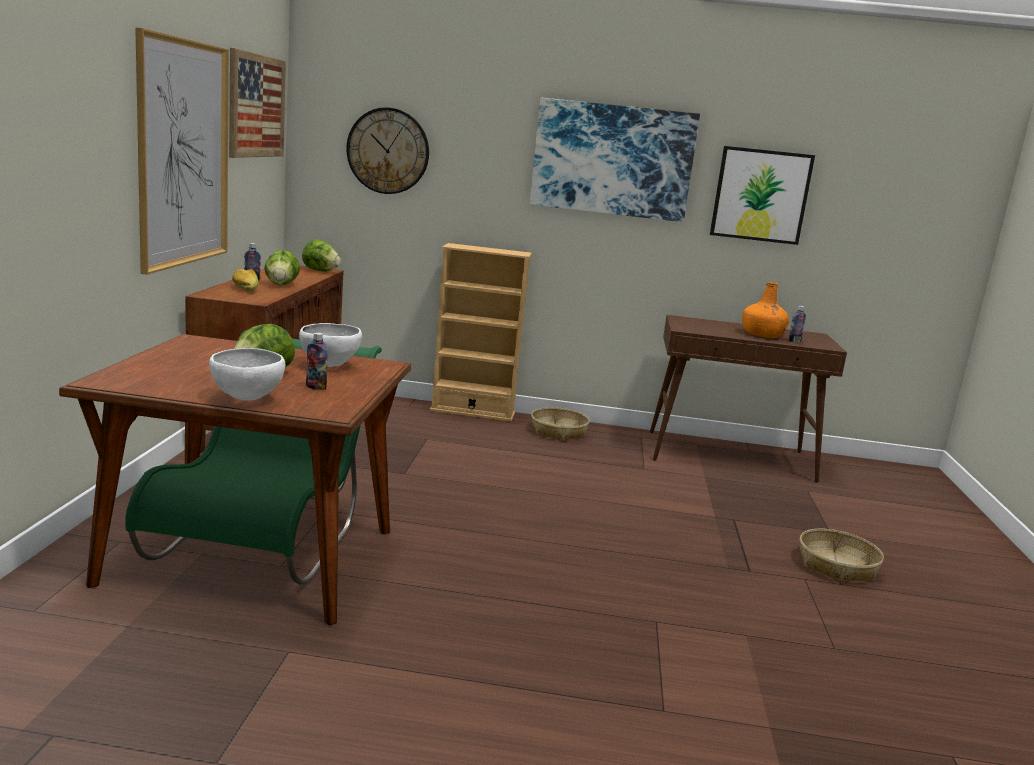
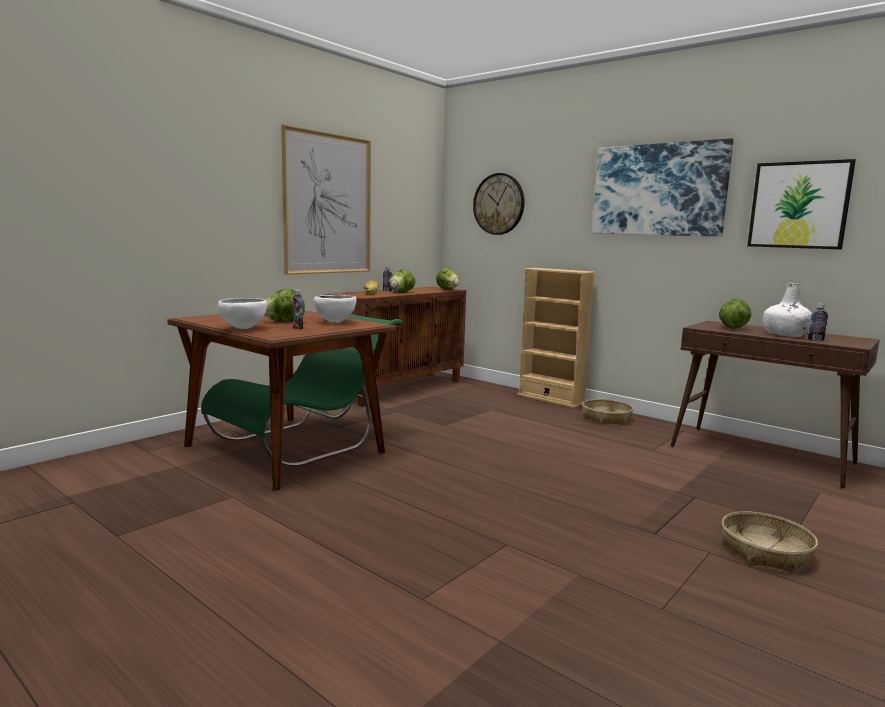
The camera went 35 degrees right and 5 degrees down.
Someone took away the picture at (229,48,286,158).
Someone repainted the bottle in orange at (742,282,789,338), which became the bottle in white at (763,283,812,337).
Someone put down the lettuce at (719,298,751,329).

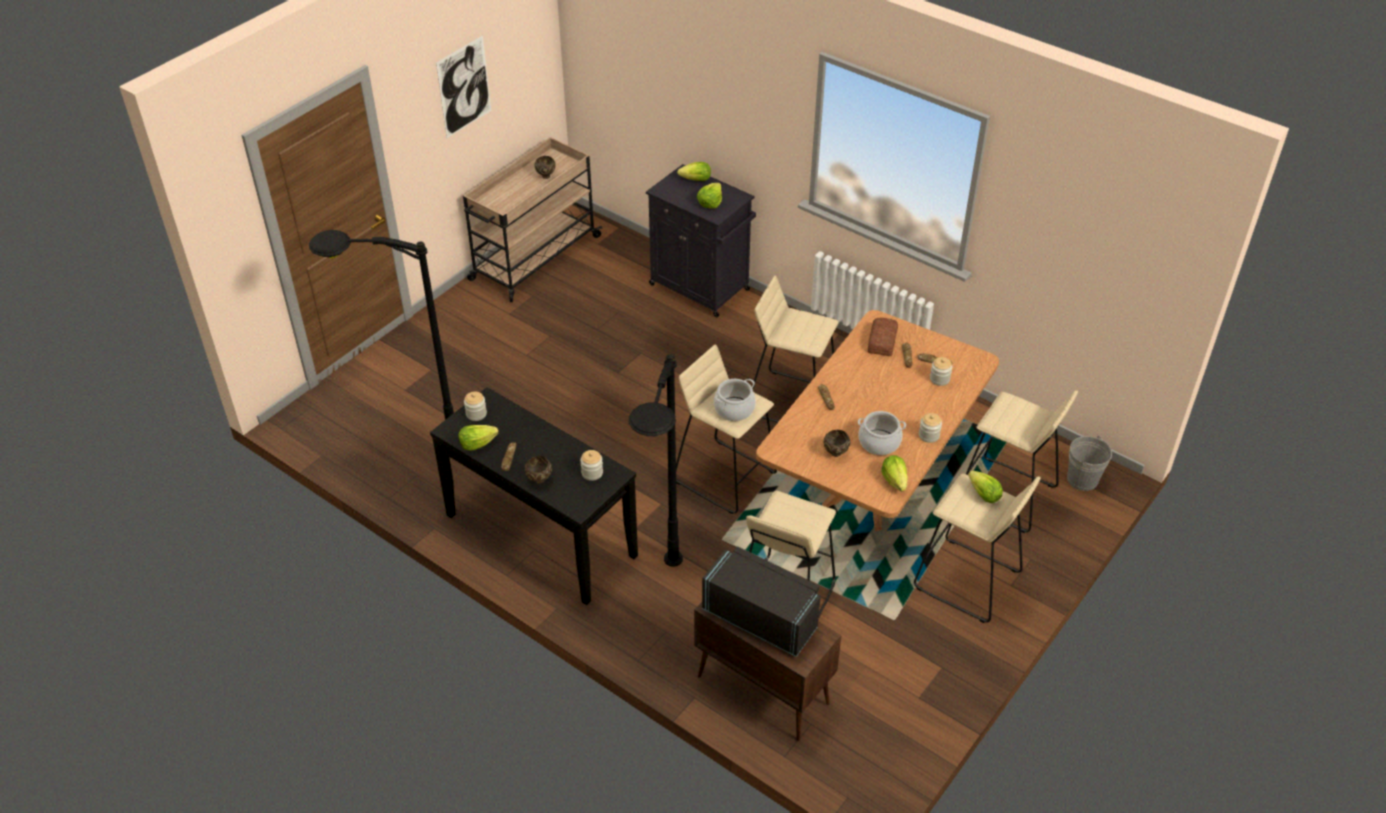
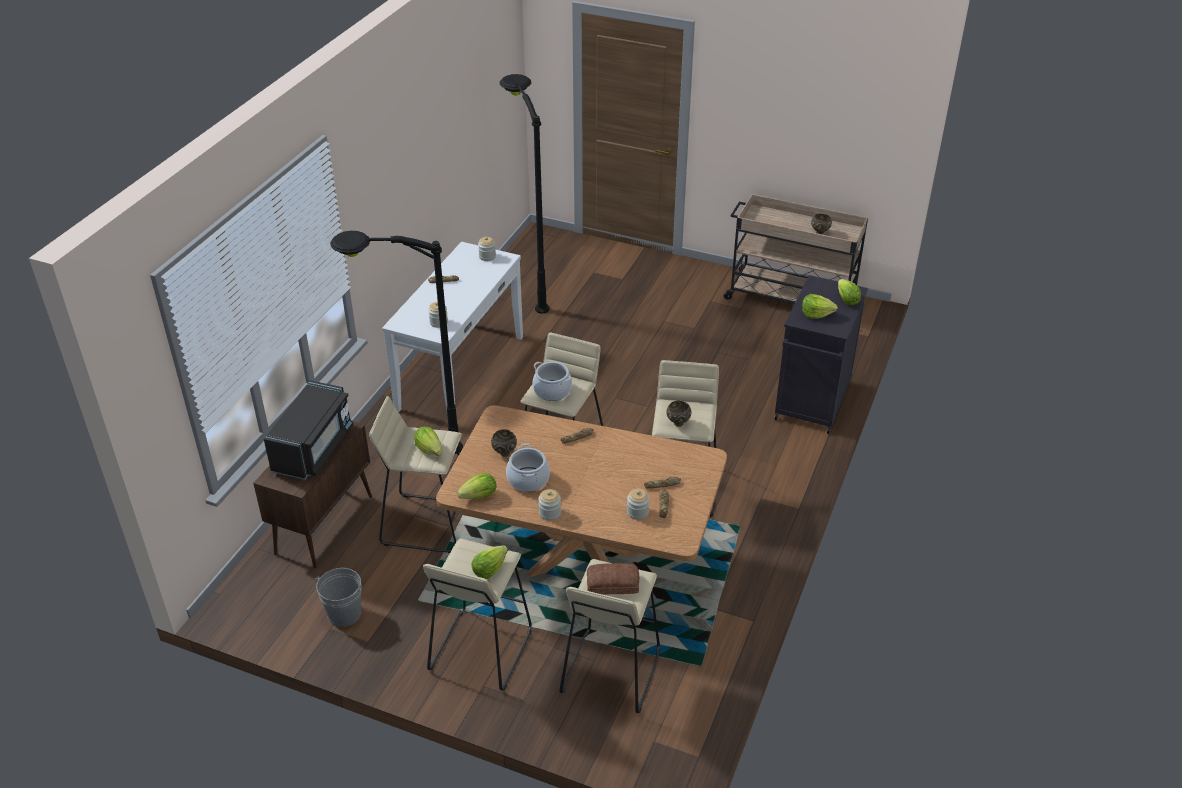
The camera went 75 degrees right and 5 degrees down.
Someone repainted the console table in black at (430,387,638,605), which became the console table in white at (382,242,523,412).
Someone took away the picture at (436,35,491,138).
Someone carried the lettuce from (458,425,499,451) to (414,427,442,456).
Someone carried the bowl in brown from (525,456,552,484) to (666,401,691,427).
Someone carried the bread from (868,318,898,356) to (587,563,640,595).
Someone carried the bucket in grey from (1067,436,1112,491) to (315,568,362,627).

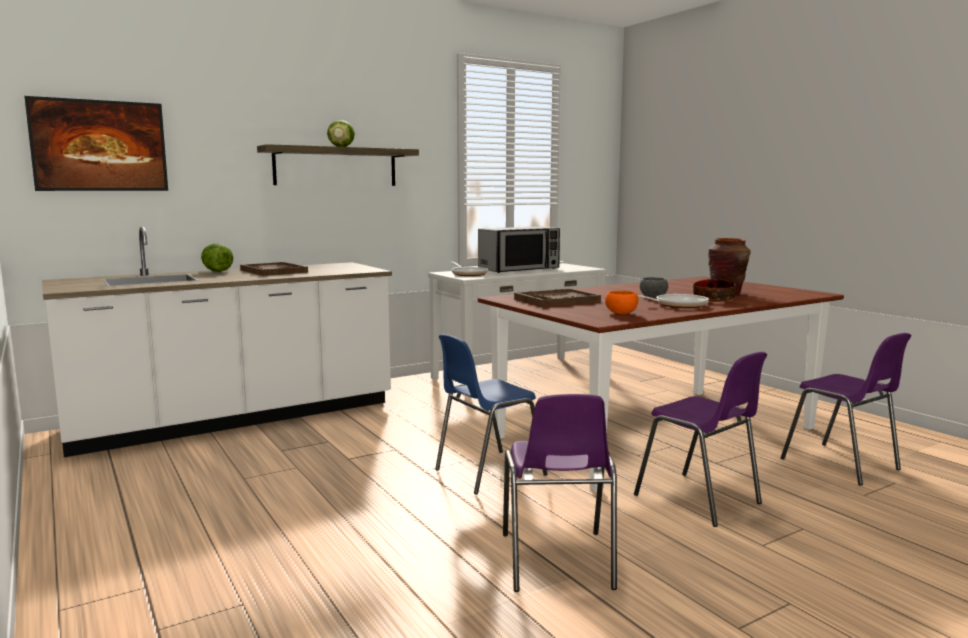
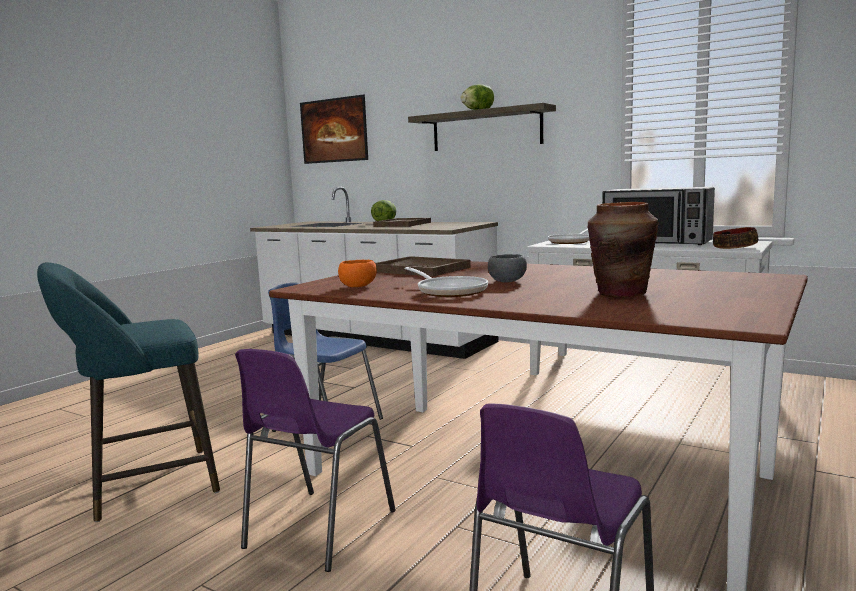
The camera went 65 degrees right and 0 degrees up.
Someone swapped the chair in purple at (503,394,617,592) for the stool in turquoise at (37,262,220,522).
Someone carried the bowl from (693,279,736,302) to (713,227,758,249).

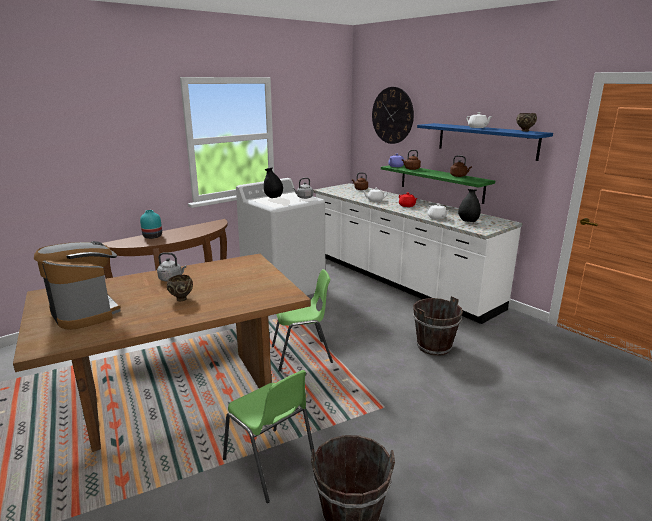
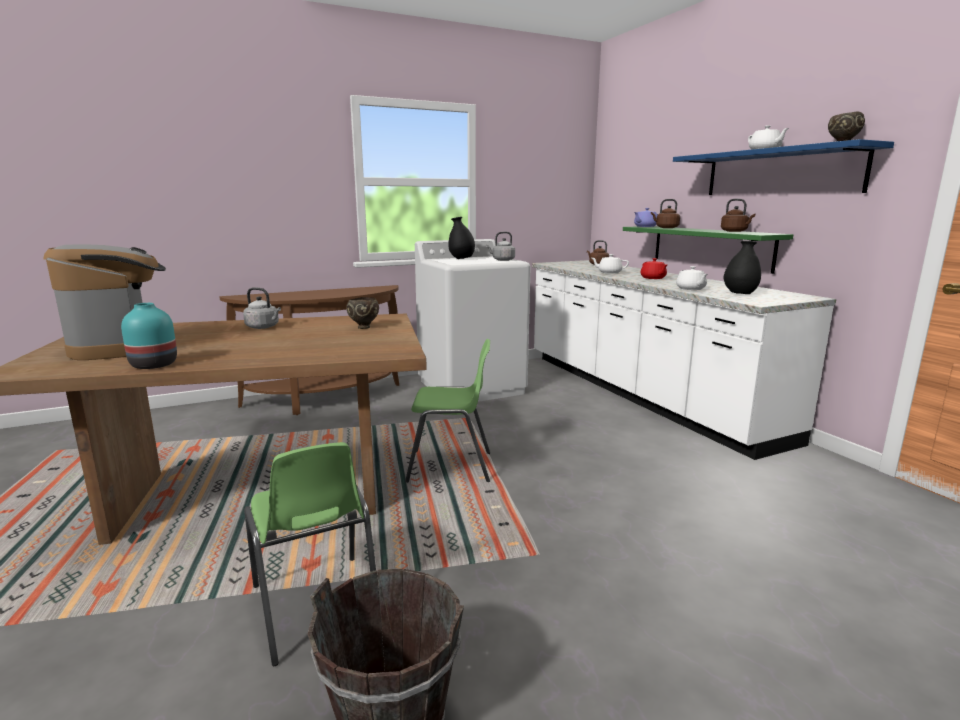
The camera went 15 degrees right and 5 degrees down.
Someone carried the vase in turquoise from (140,210,162,239) to (121,303,177,369).
Someone carried the bowl in brown from (167,275,193,301) to (346,297,379,329).
Someone took away the wall clock at (372,87,414,144).
Someone took away the bucket in brown at (413,296,463,356).

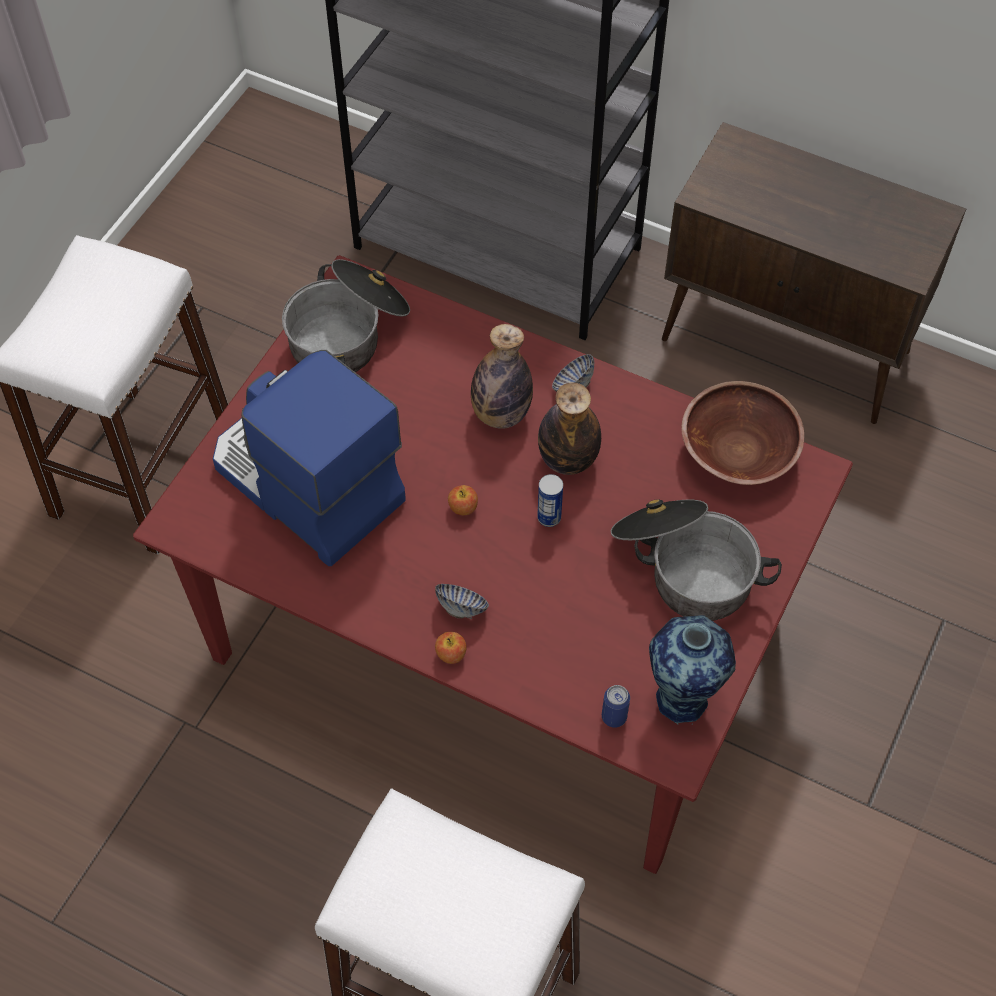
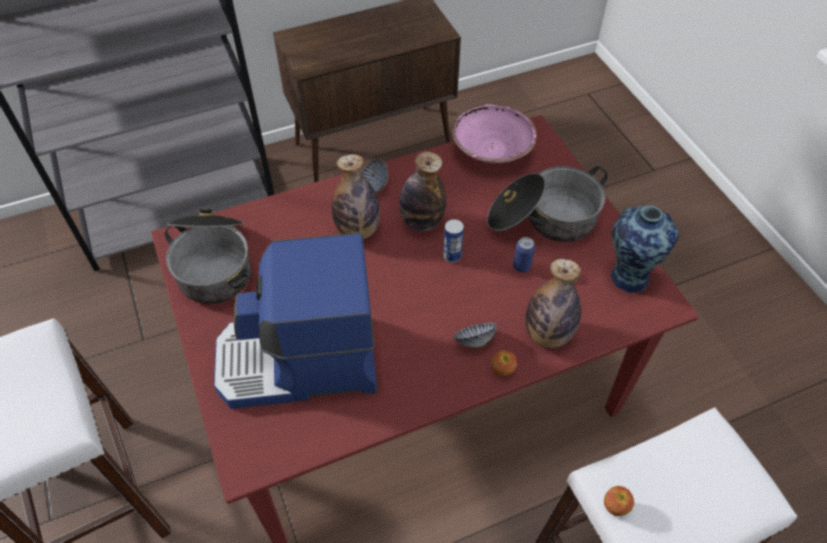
The camera went 50 degrees left and 5 degrees down.
Someone carried the apple from (448,485,478,515) to (604,486,634,516).
Someone carried the can from (602,685,630,728) to (513,237,535,272).
Someone repainted the bowl in brown at (681,381,804,485), which became the bowl in pink at (451,103,537,163).
Someone put down the bottle at (525,259,581,348).

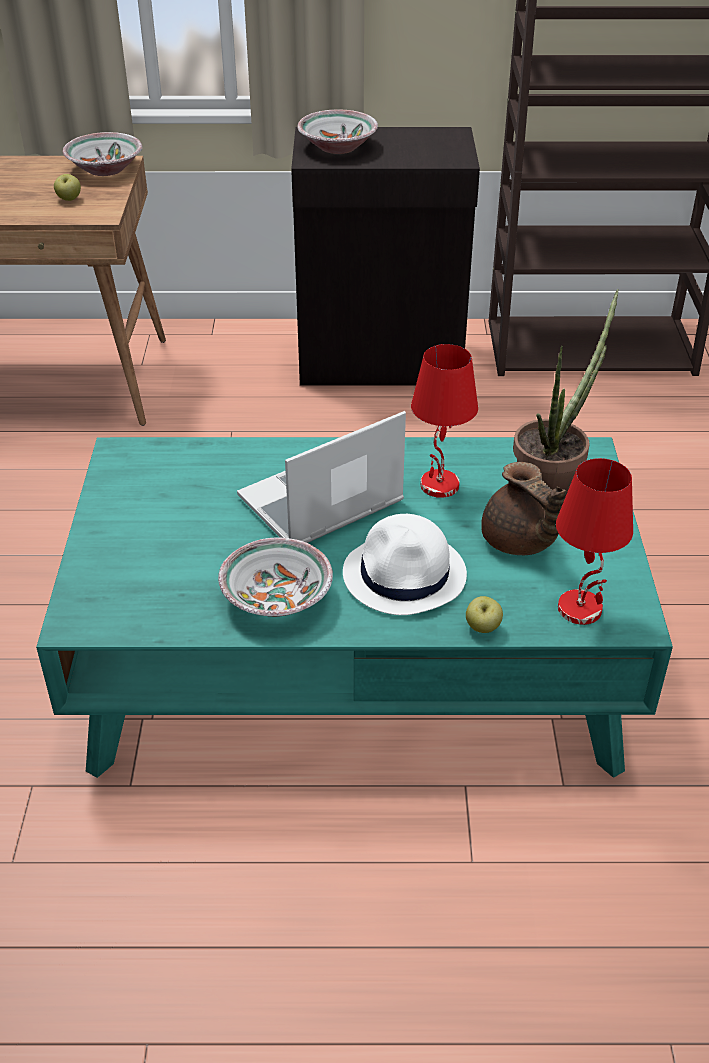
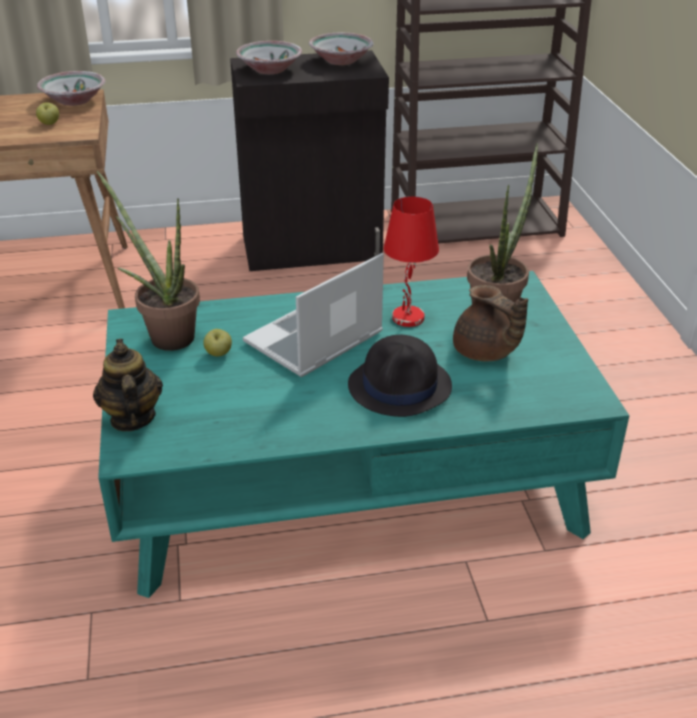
The camera went 10 degrees left and 5 degrees down.
Someone carried the bowl from (218,538,333,617) to (309,33,373,65).
Someone repainted the hat in white at (343,514,467,615), which became the hat in black at (348,335,452,417).
Someone carried the apple from (466,596,503,633) to (203,329,232,356).
Someone took away the table lamp in red at (556,458,633,625).
Someone put down the teapot at (93,339,163,431).
Someone put down the potted plant at (96,171,200,351).

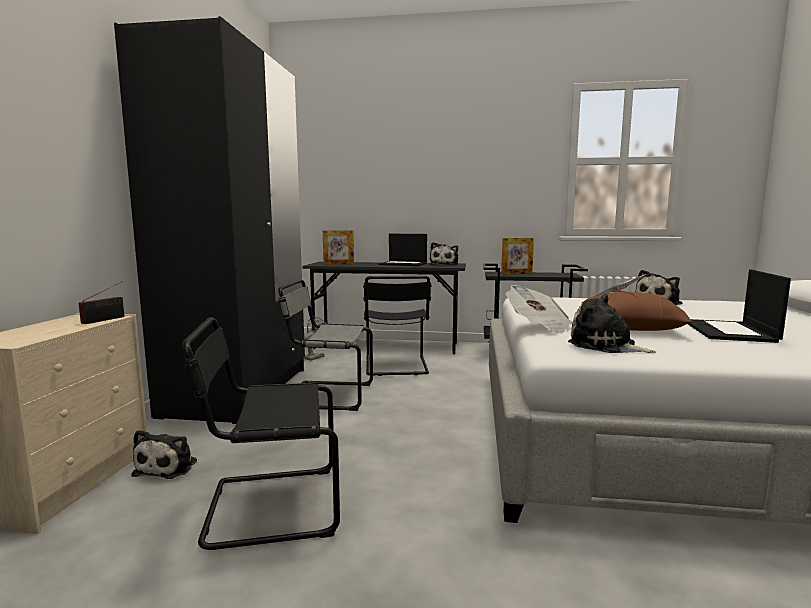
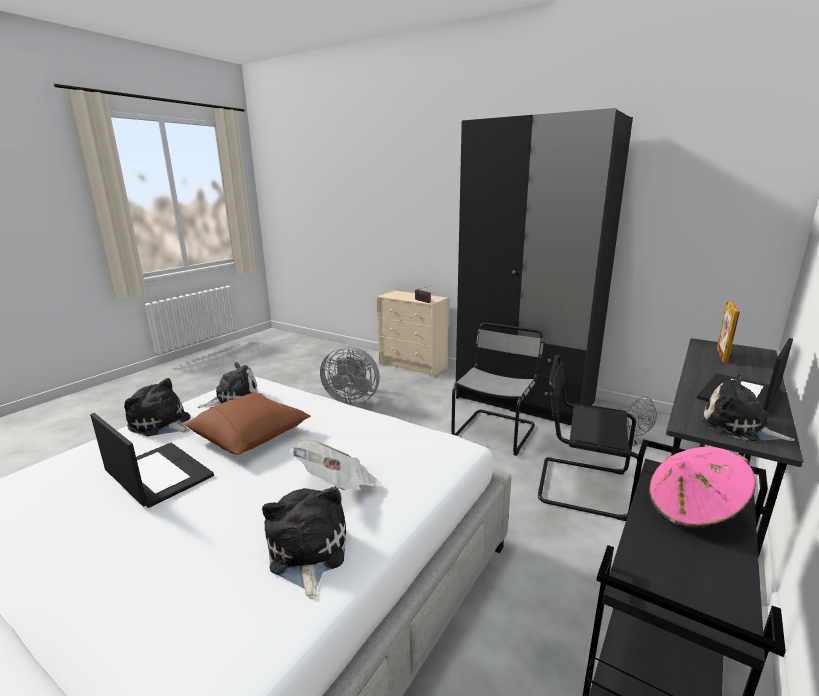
The camera went 115 degrees right and 10 degrees up.
Someone carried the plush toy from (131,430,197,479) to (124,378,190,436).
Someone swapped the chair in black at (182,317,340,550) for the fan in grey at (320,346,380,405).
Someone swapped the picture frame at (501,238,534,274) for the hat in pink at (649,447,756,529).
Someone took away the newspaper at (506,285,573,334).

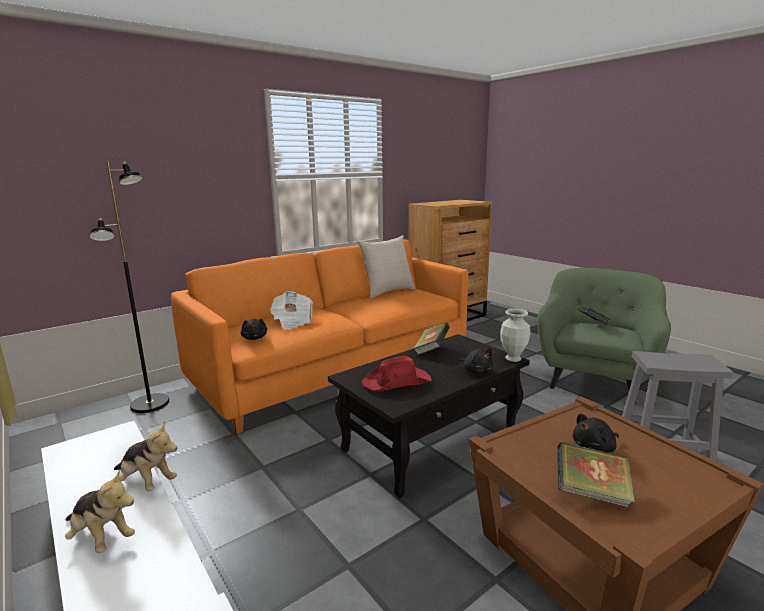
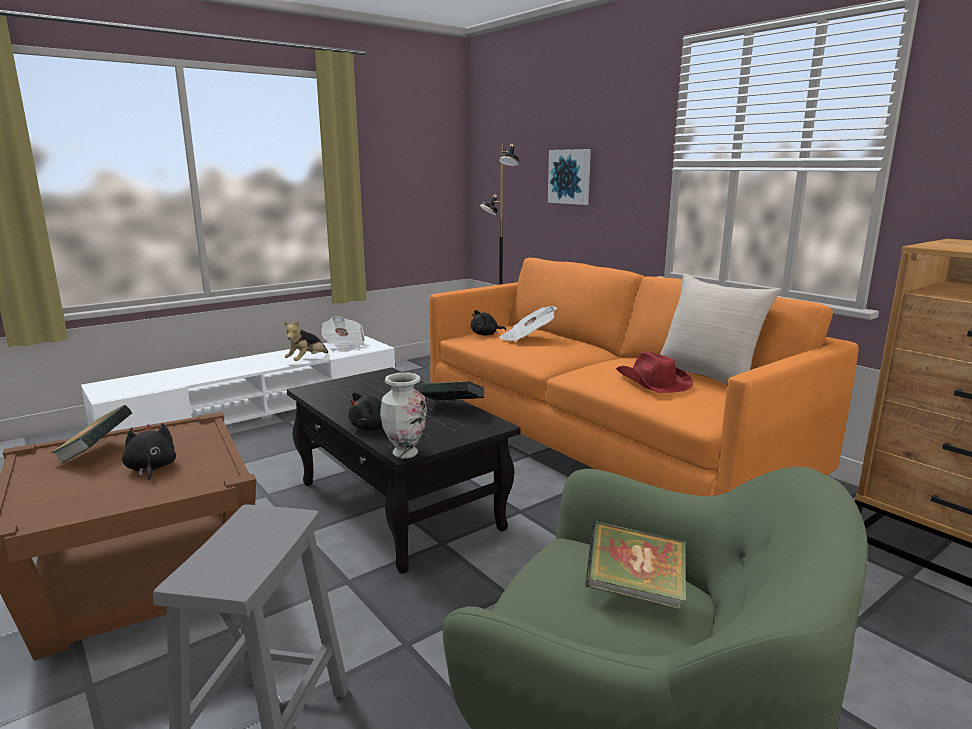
The camera went 90 degrees right and 0 degrees up.
Someone took away the plush toy at (65,470,135,553).
Someone carried the hat in red from (362,356,432,391) to (616,351,693,393).
Someone put down the newspaper at (321,316,365,352).
Someone put up the picture at (548,149,591,205).

